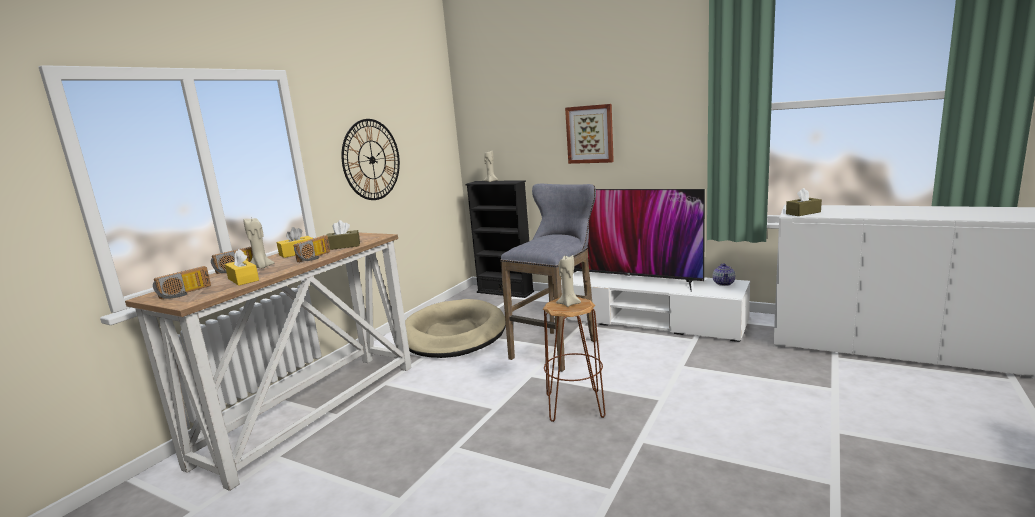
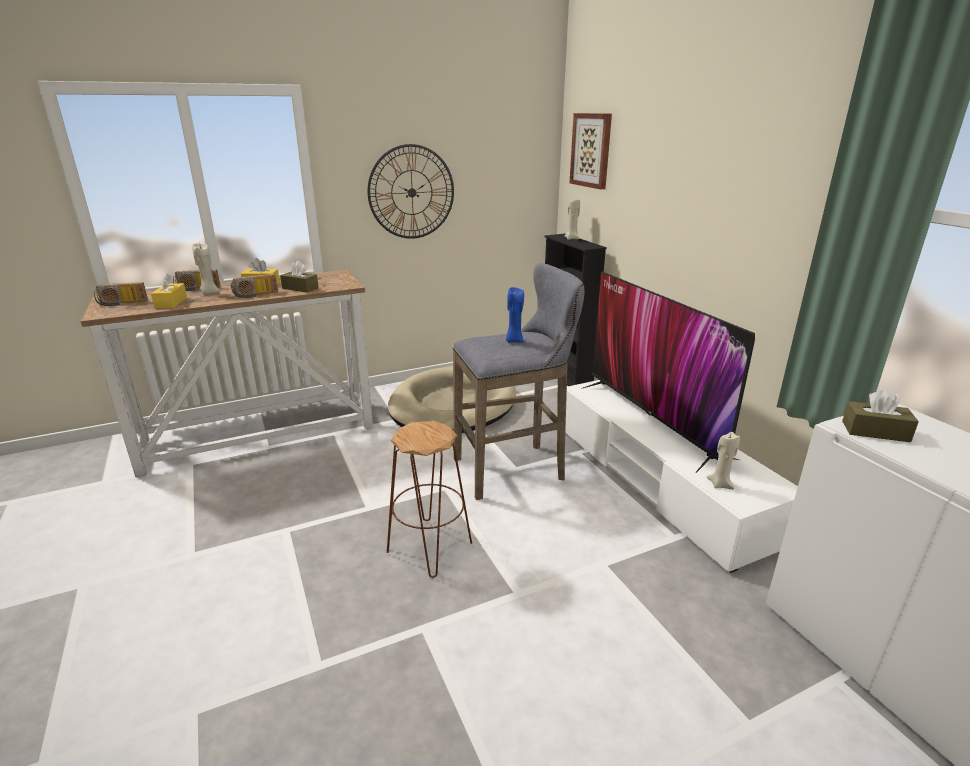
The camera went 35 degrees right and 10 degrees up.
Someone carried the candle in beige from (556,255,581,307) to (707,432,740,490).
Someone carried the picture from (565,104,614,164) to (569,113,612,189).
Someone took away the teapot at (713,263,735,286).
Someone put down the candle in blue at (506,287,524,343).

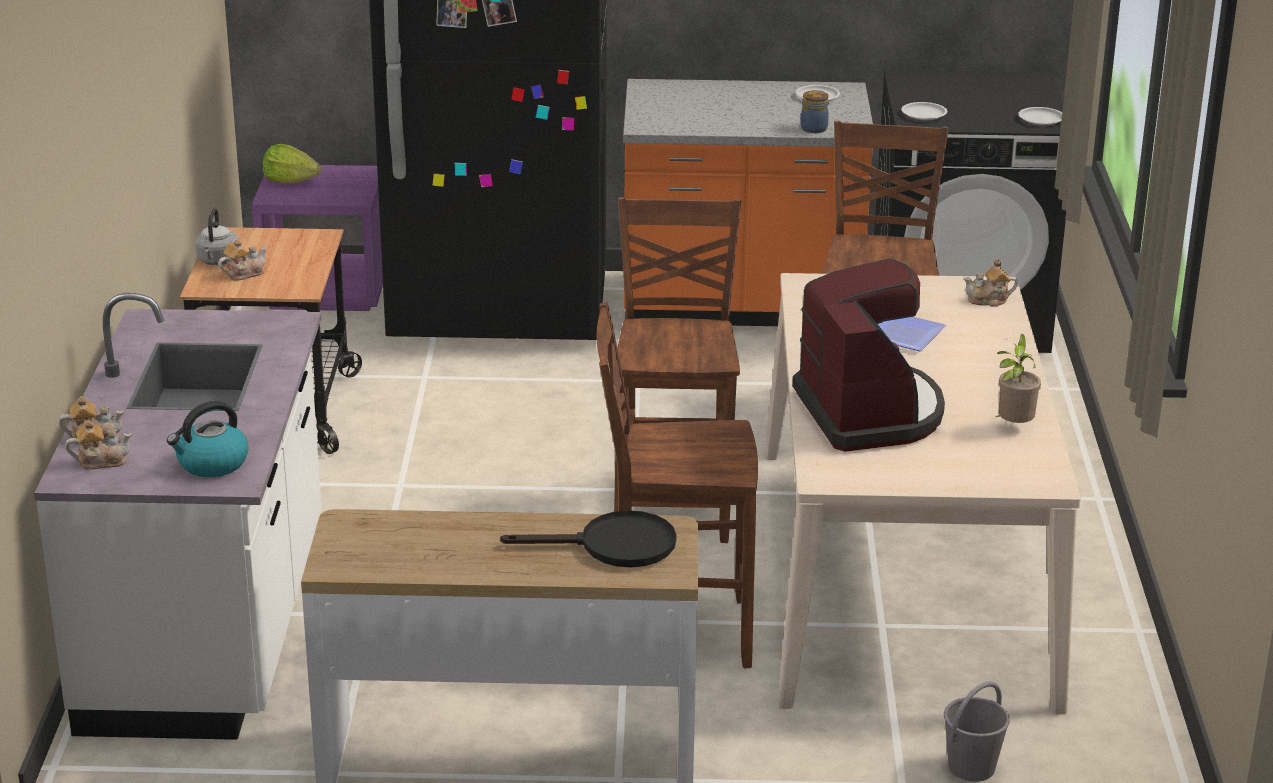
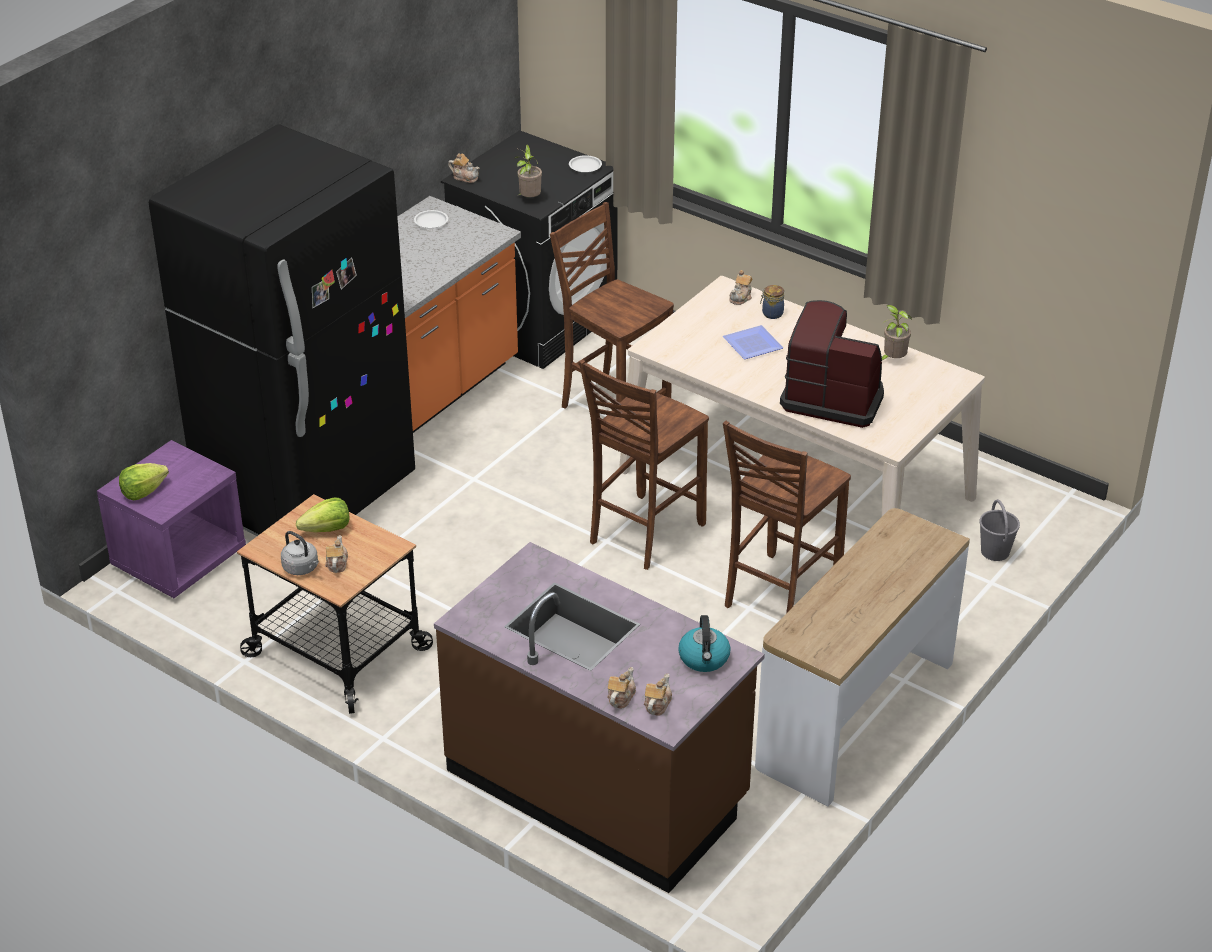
The camera went 55 degrees left and 10 degrees up.
Someone repainted the counter in white at (34,293,321,740), which became the counter in brown at (434,542,765,893).
Someone took away the frying pan in black at (500,510,676,567).
Someone rotated the chair in brown at (614,197,741,543) by 90 degrees counterclockwise.
Someone carried the jar from (801,90,829,133) to (760,285,784,319).
Someone swapped the plate in white at (901,102,947,120) for the potted plant at (514,144,542,197).
Someone put down the lettuce at (296,498,349,533).
Someone put down the teapot at (448,153,480,183).

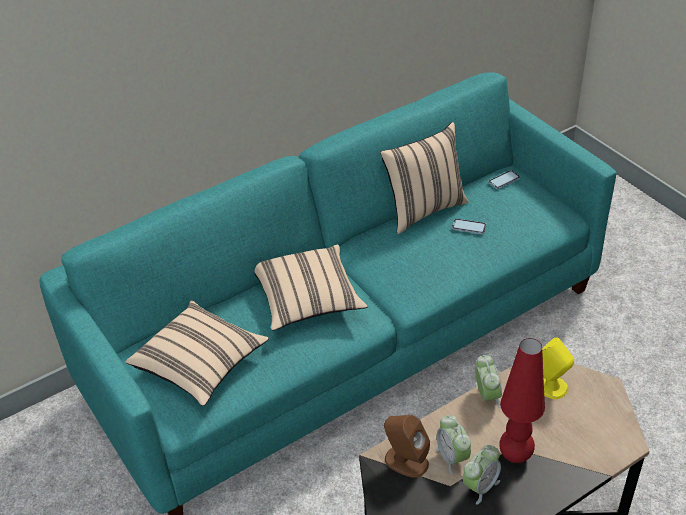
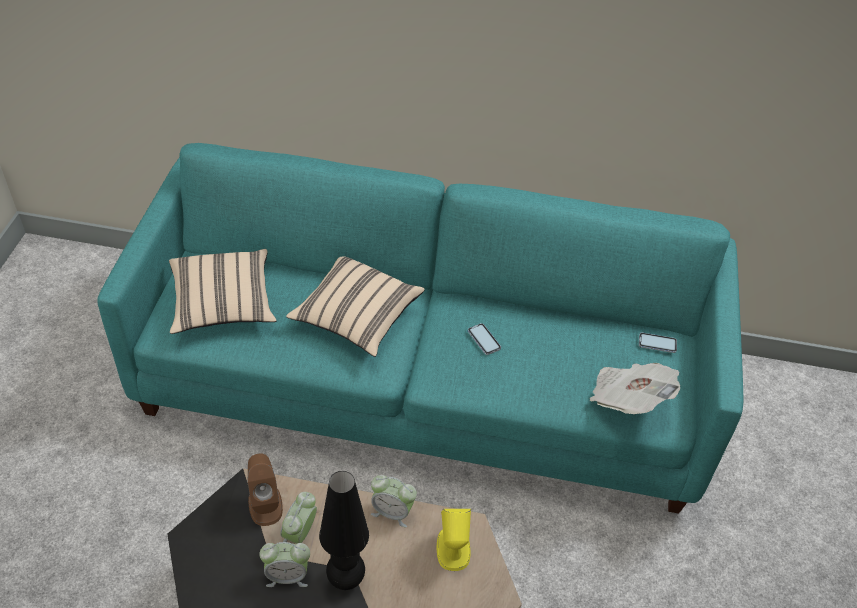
The camera went 40 degrees right and 5 degrees up.
Someone took away the pillow in beige at (380,122,469,234).
Someone carried the phone from (452,218,487,234) to (468,323,501,355).
Someone rotated the alarm clock at (475,355,502,408) by 75 degrees clockwise.
Someone repainted the table lamp in red at (499,338,545,463), which became the table lamp in black at (319,471,369,590).
Someone put down the newspaper at (590,363,680,414).

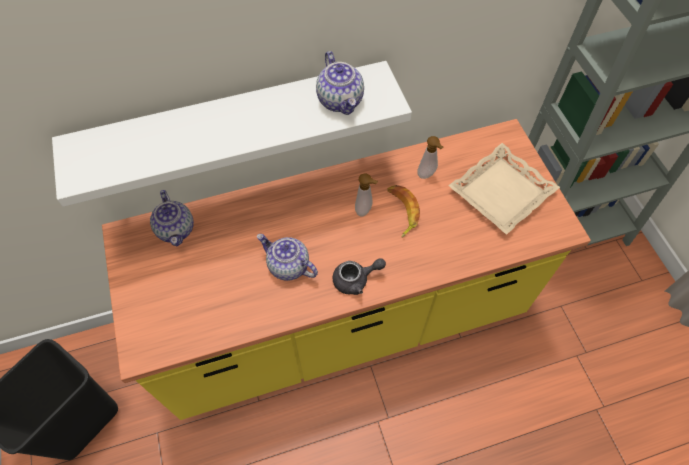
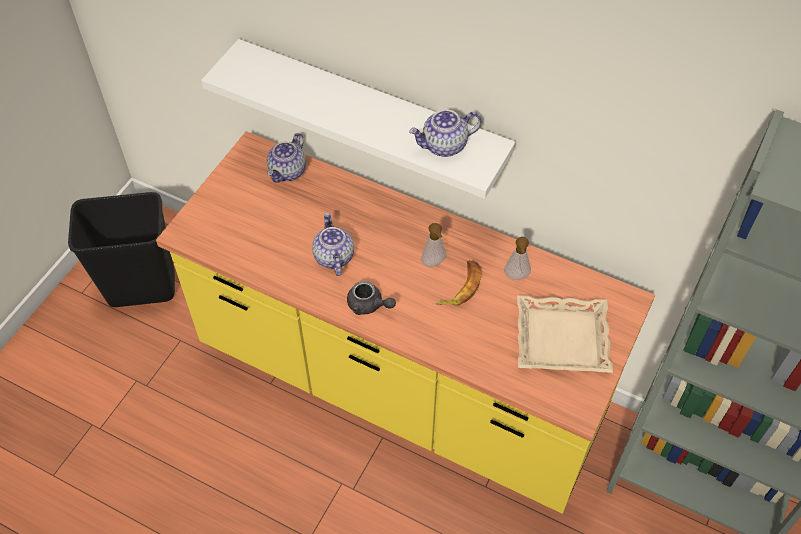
The camera went 45 degrees right and 5 degrees down.
Someone rotated the teapot at (316,51,364,115) by 45 degrees clockwise.

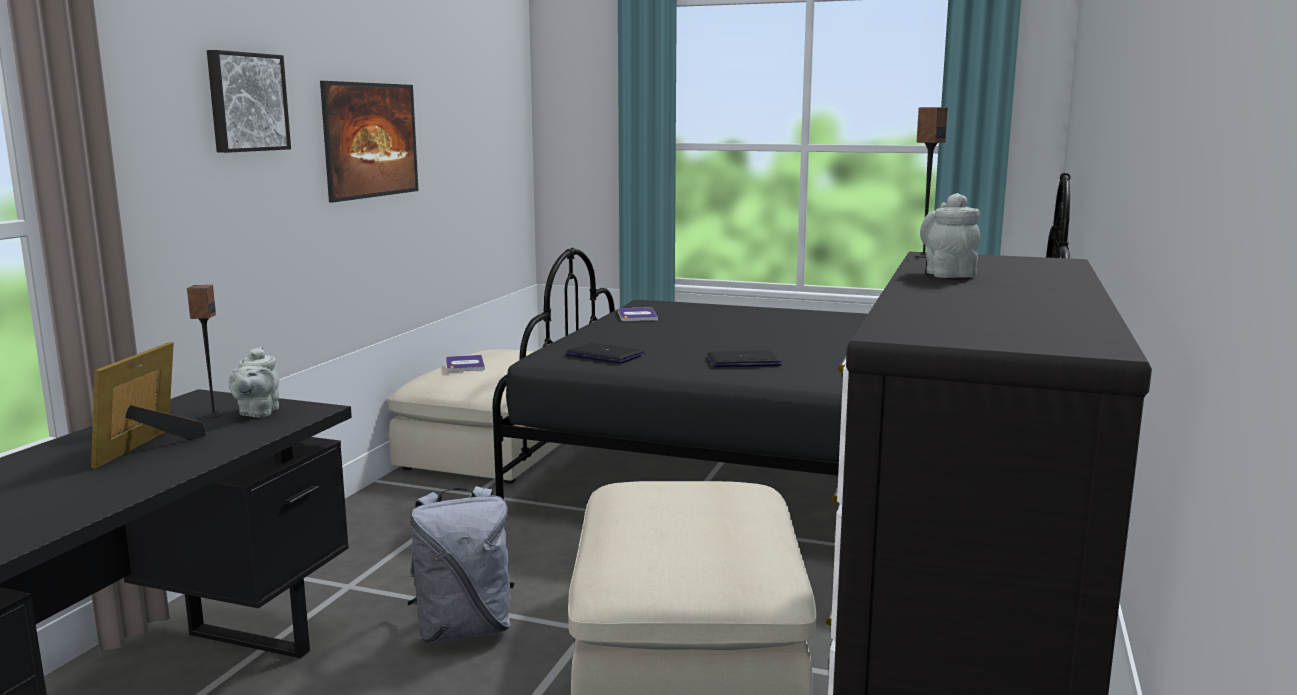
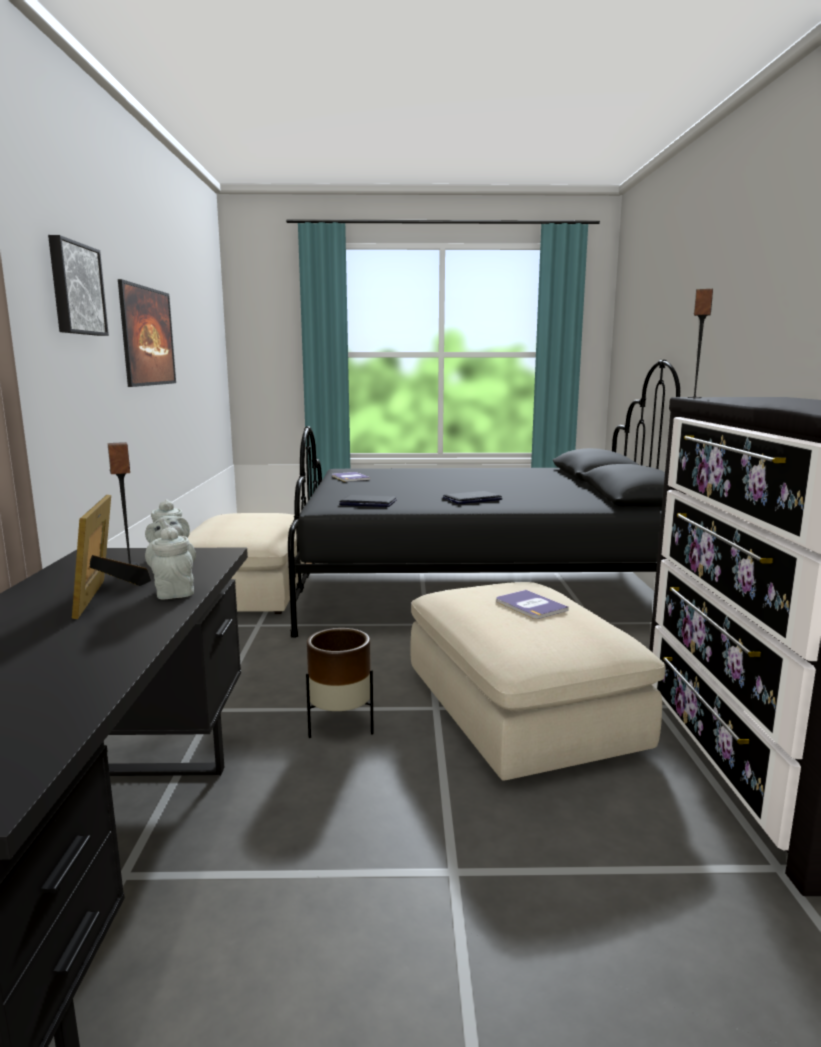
The camera went 20 degrees left and 0 degrees up.
Someone swapped the backpack in grey at (408,486,515,643) for the planter in brown at (306,628,374,738).
Someone carried the book from (446,355,485,372) to (496,590,569,619).
Someone carried the teapot in grey from (920,193,980,278) to (145,527,196,599).

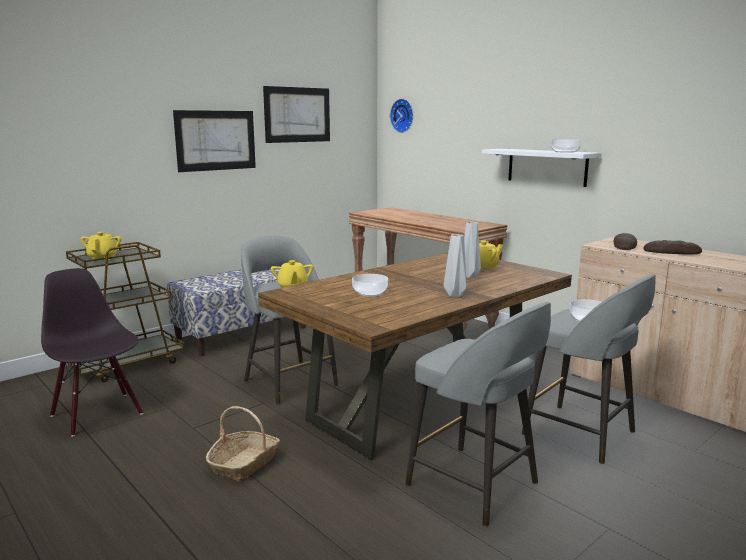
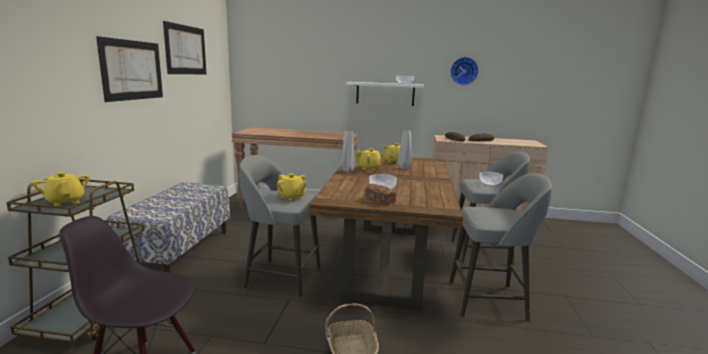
The camera went 40 degrees left and 0 degrees up.
Someone carried the wall clock from (390,99,413,133) to (450,57,479,86).
Someone carried the vase in grey from (444,234,466,297) to (341,131,356,172).
Someone put down the teapot in yellow at (355,148,387,171).
Someone put down the bread at (365,184,396,205).

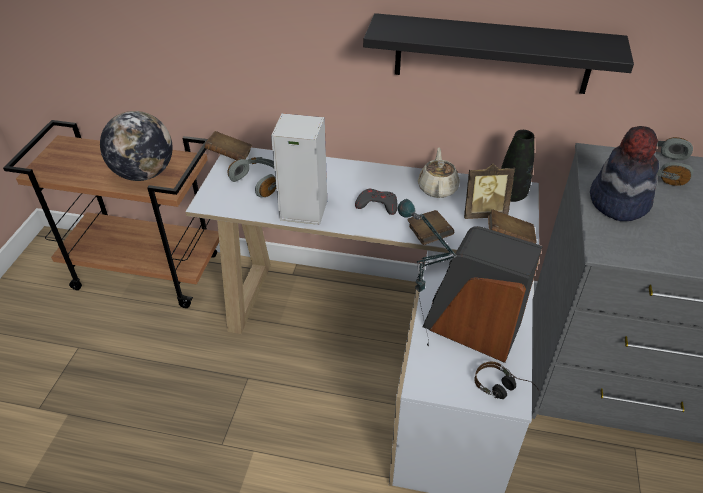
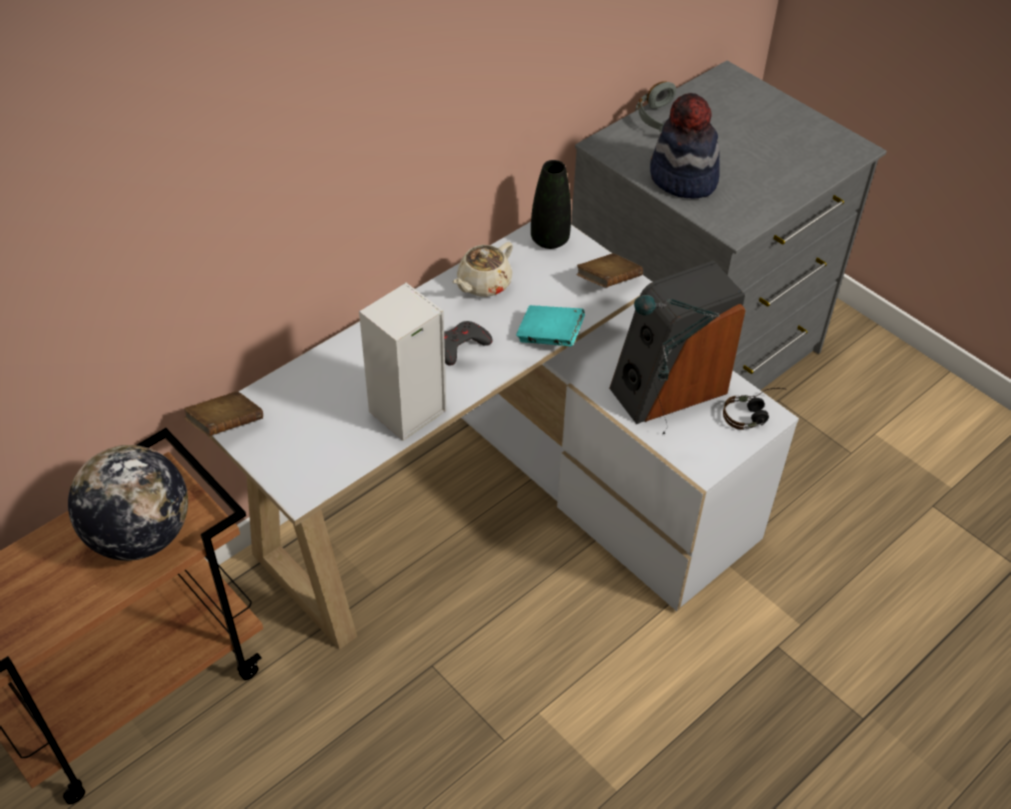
The camera went 55 degrees left and 5 degrees up.
Someone took away the headphones in grey at (227,157,276,197).
Someone took away the shelf in black at (363,13,634,94).
Someone repainted the book in brown at (407,210,454,245), which became the book in turquoise at (516,305,585,346).
Someone rotated the teapot in beige at (418,148,460,198) by 90 degrees counterclockwise.
Someone took away the picture frame at (464,164,515,219).

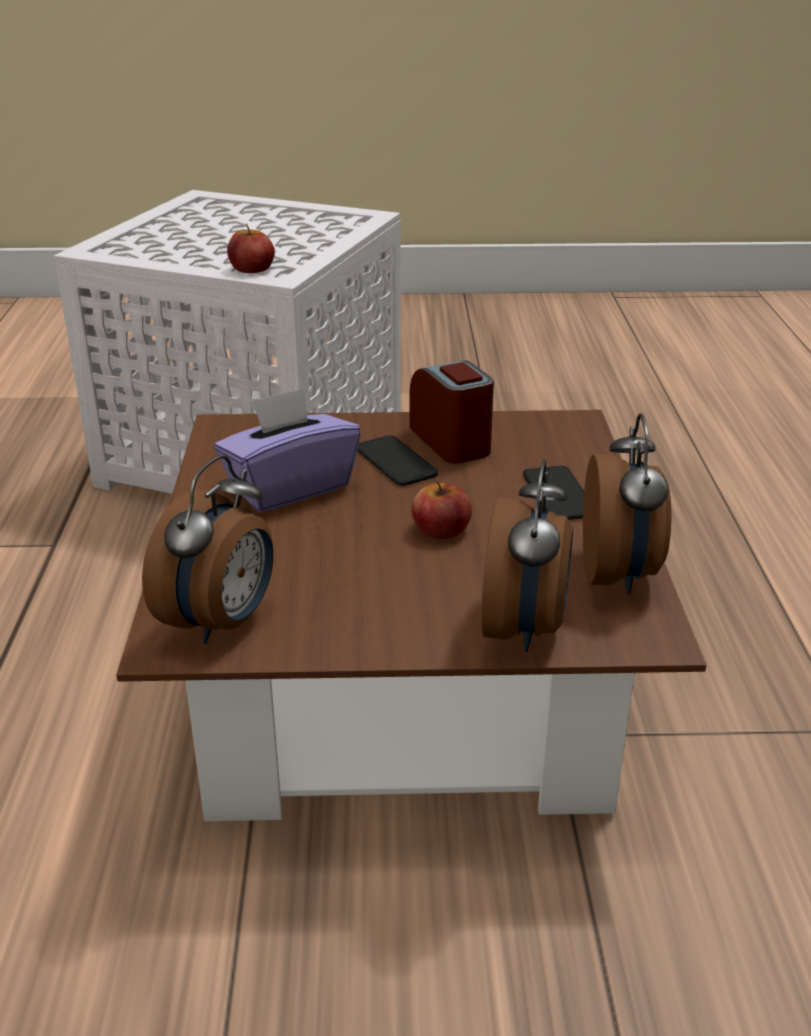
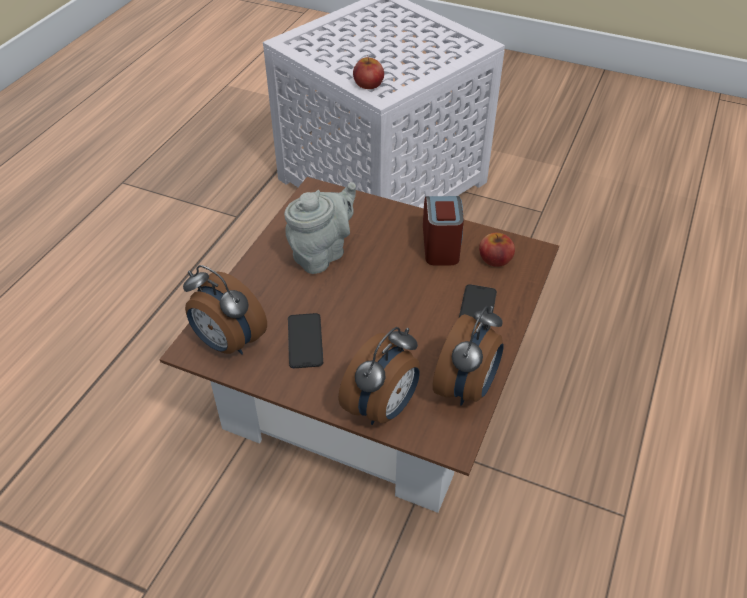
The camera went 25 degrees right and 15 degrees up.
Someone rotated the alarm clock at (142,455,273,644) by 75 degrees clockwise.
Someone swapped the tissue box in purple at (214,387,361,512) for the teapot in grey at (284,182,356,274).
Someone carried the phone from (357,435,438,486) to (288,313,323,368).
Someone carried the apple from (412,482,472,539) to (479,233,515,267).

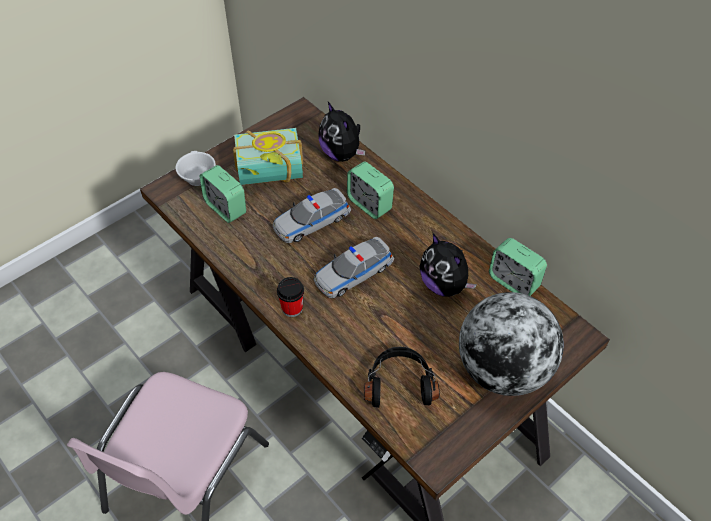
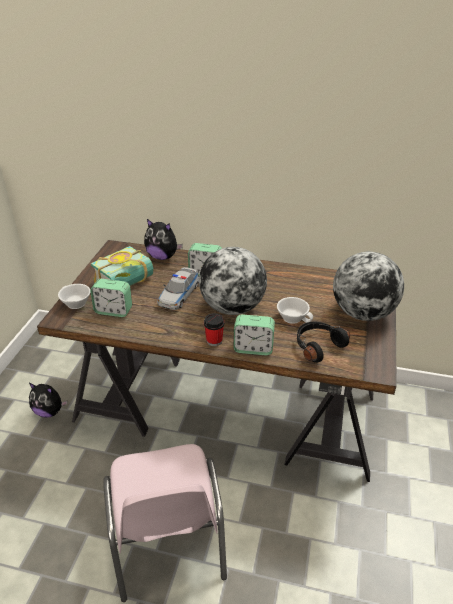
The camera went 35 degrees left and 15 degrees down.
Someone swapped the toy car at (313,237,394,298) for the globe at (199,247,267,315).
Someone carried the plush toy from (419,233,477,297) to (29,383,68,418).
Someone carried the alarm clock from (489,238,547,296) to (234,314,275,355).
Someone put down the cup in white at (277,297,313,324).

